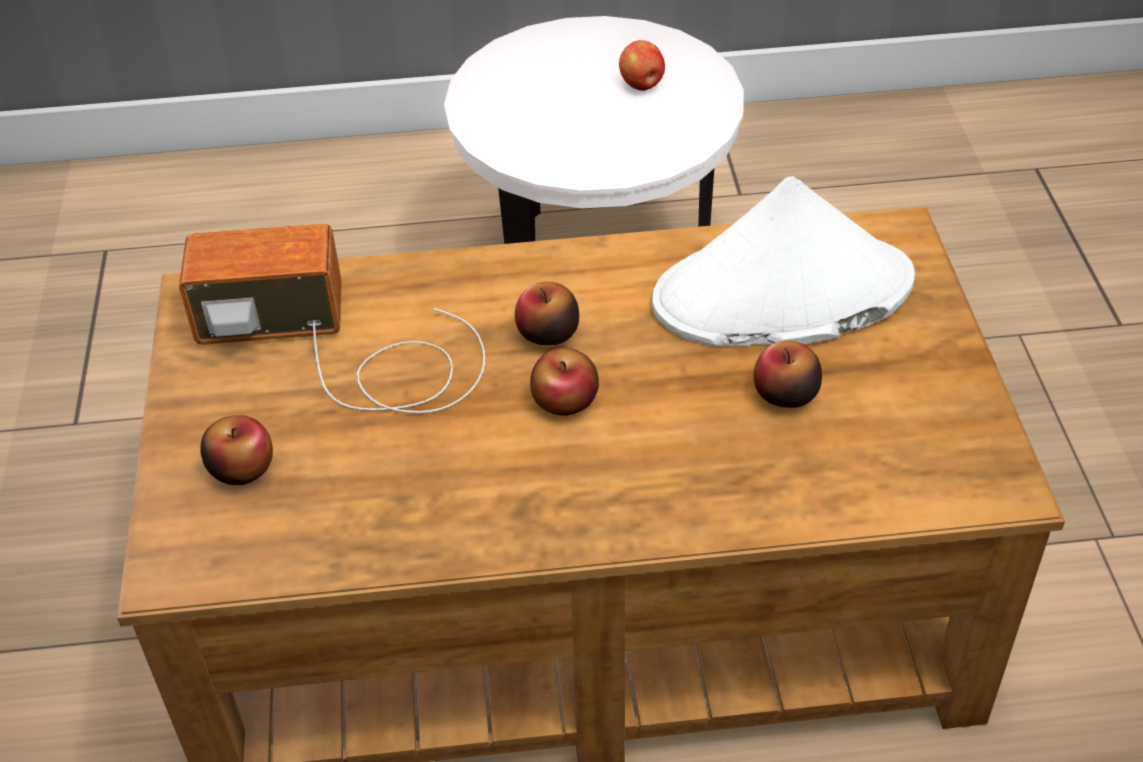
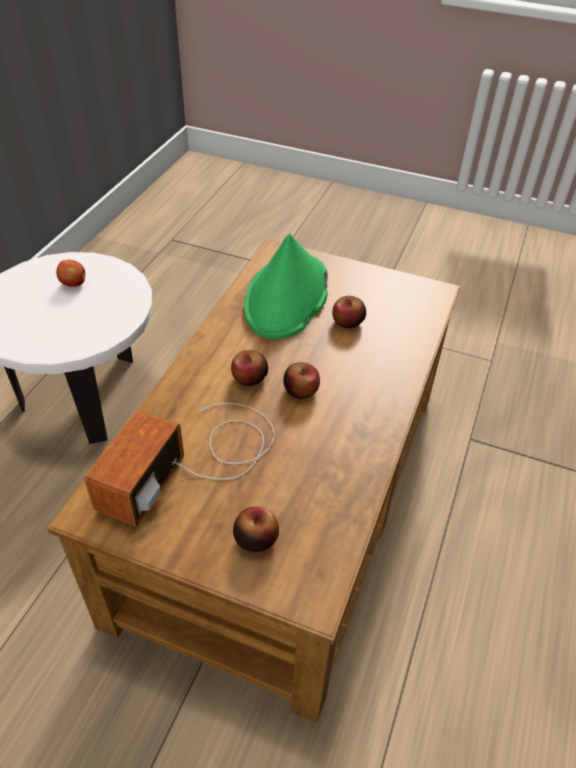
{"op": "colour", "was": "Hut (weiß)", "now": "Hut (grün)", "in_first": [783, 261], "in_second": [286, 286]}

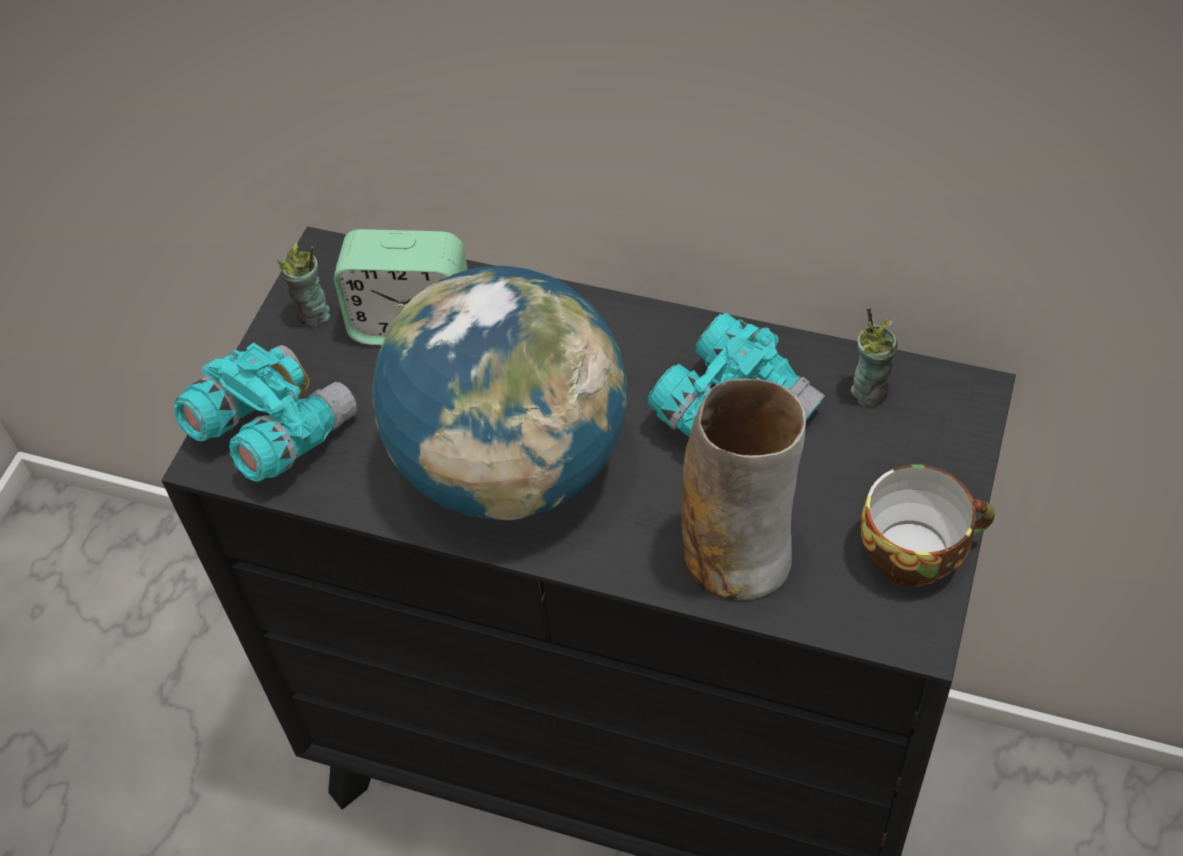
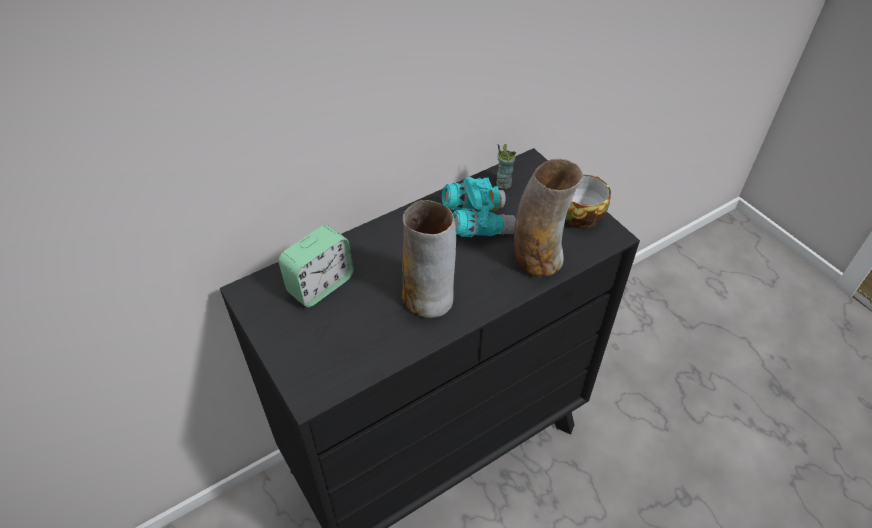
{"op": "missing", "was": "Fernglas (türkis)", "in_first": [265, 412]}
{"op": "missing", "was": "Tasse", "in_first": [304, 285]}
{"op": "exchanged", "was": "Globus", "now": "Vase", "in_first": [499, 393], "in_second": [429, 259]}

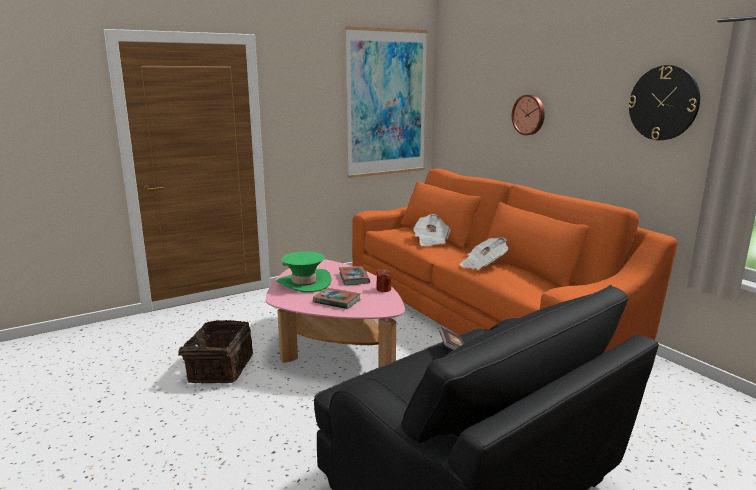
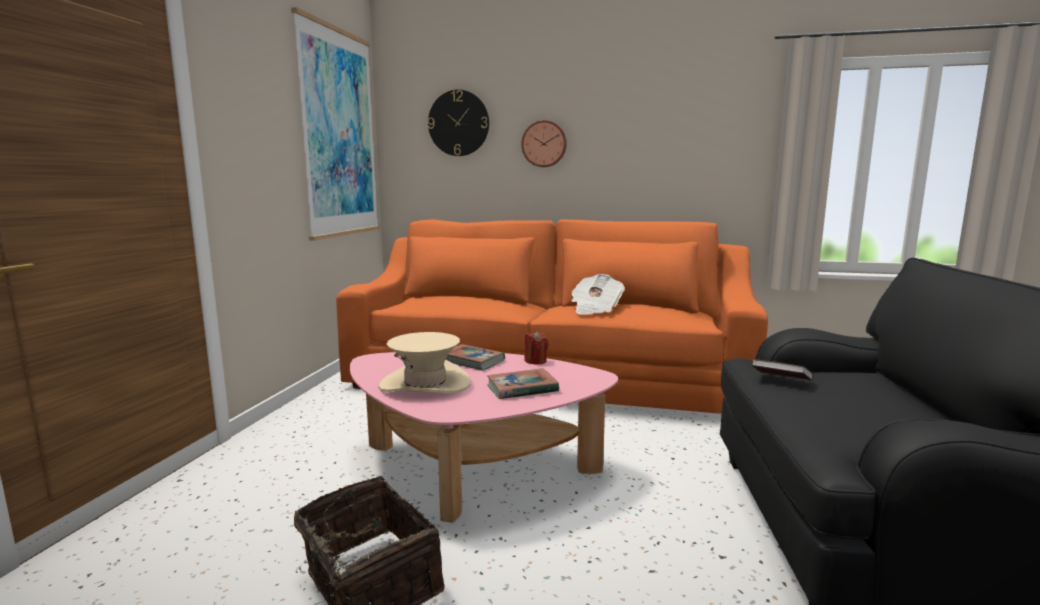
{"op": "colour", "was": "Hut (grün)", "now": "Hut (beige)", "in_first": [304, 271], "in_second": [424, 362]}
{"op": "missing", "was": "Zeitung", "in_first": [432, 230]}
{"op": "relocated", "was": "Wanduhr", "in_first": [664, 102], "in_second": [458, 123]}

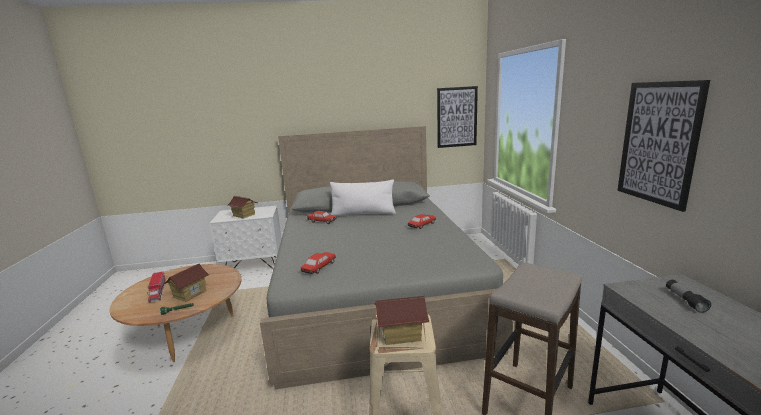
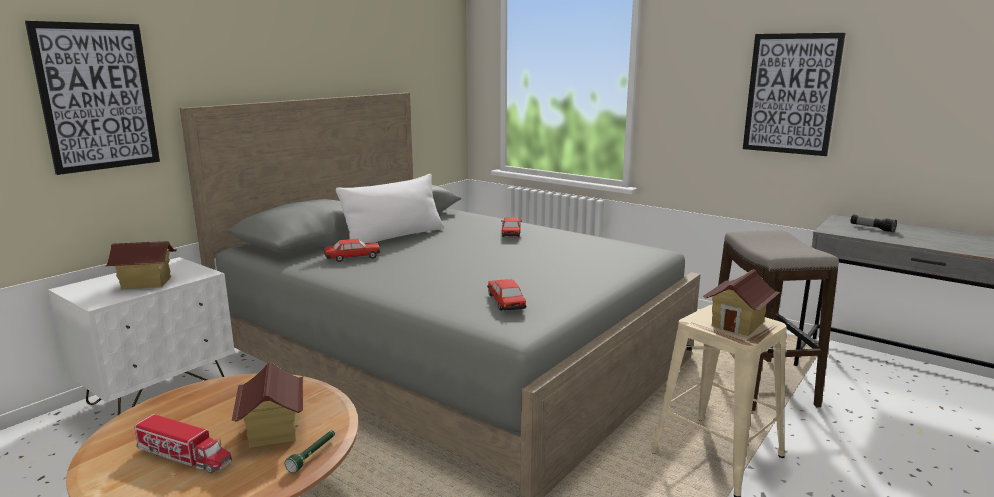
{"op": "relocated", "was": "Bild", "in_first": [457, 117], "in_second": [92, 98]}

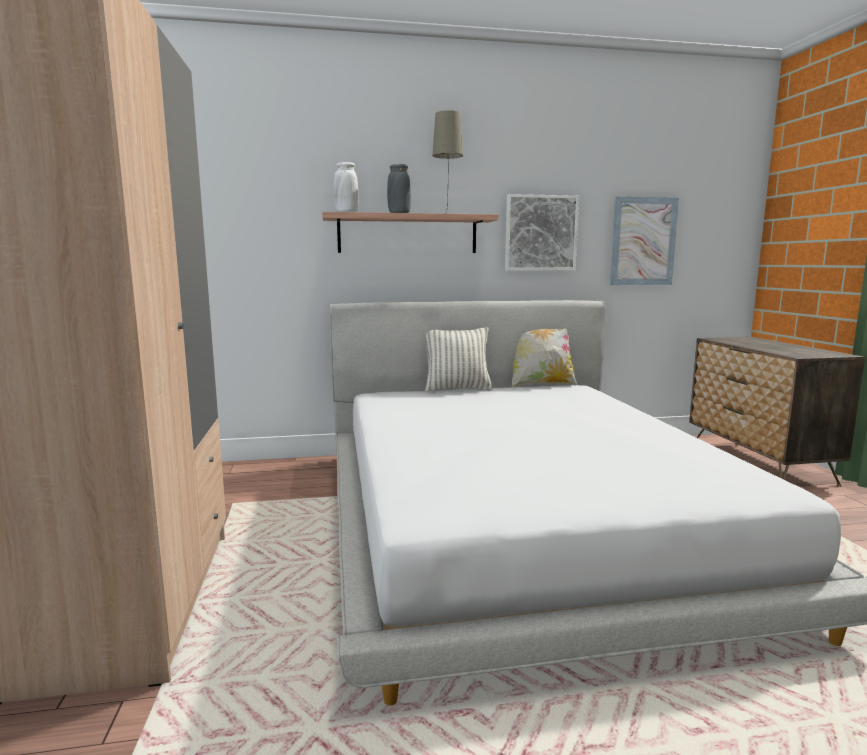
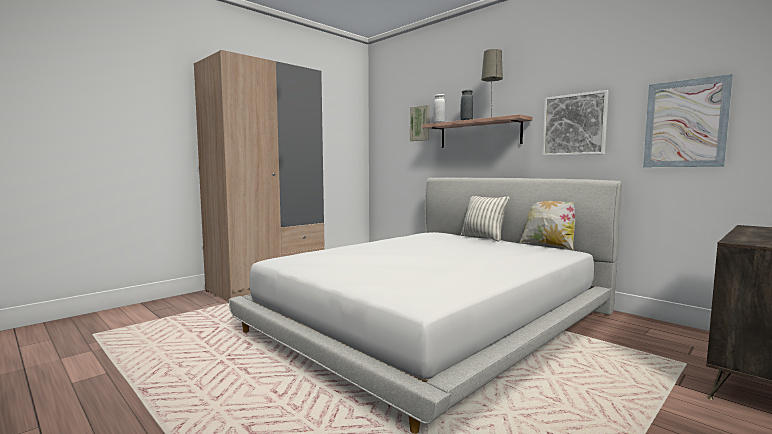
{"op": "appeared", "now": "Bild", "in_second": [420, 123]}

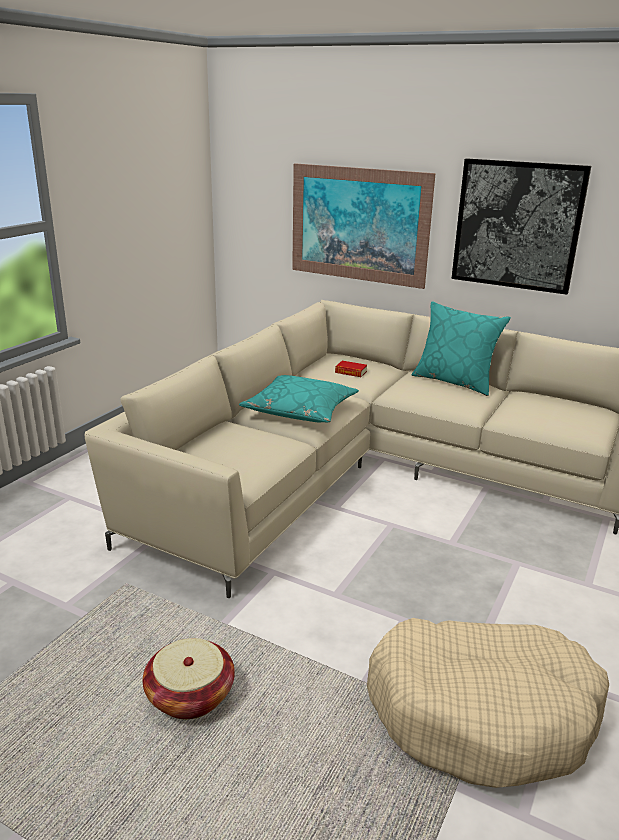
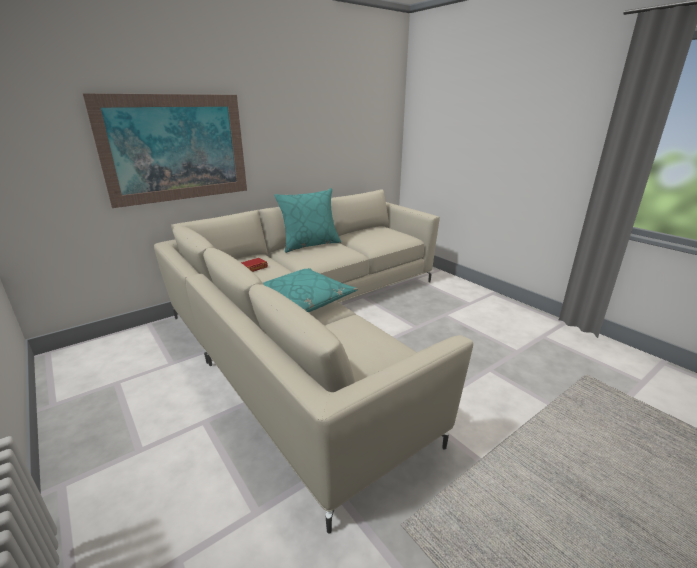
{"op": "missing", "was": "Korb", "in_first": [189, 678]}
{"op": "missing", "was": "Hundebett (beige)", "in_first": [488, 703]}
{"op": "missing", "was": "Bild", "in_first": [521, 226]}

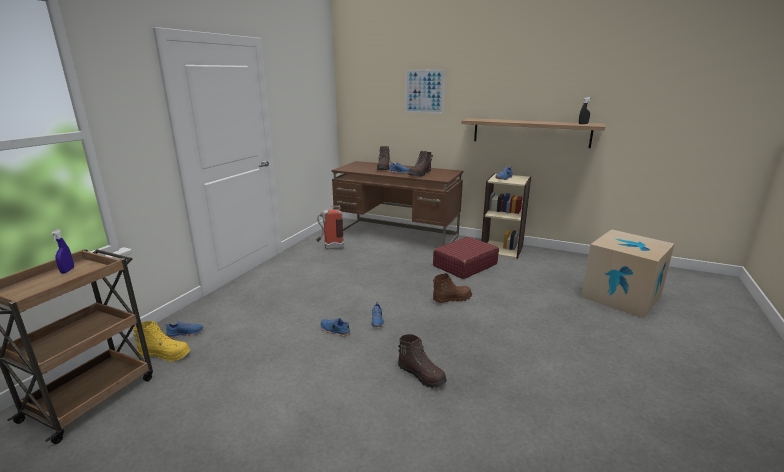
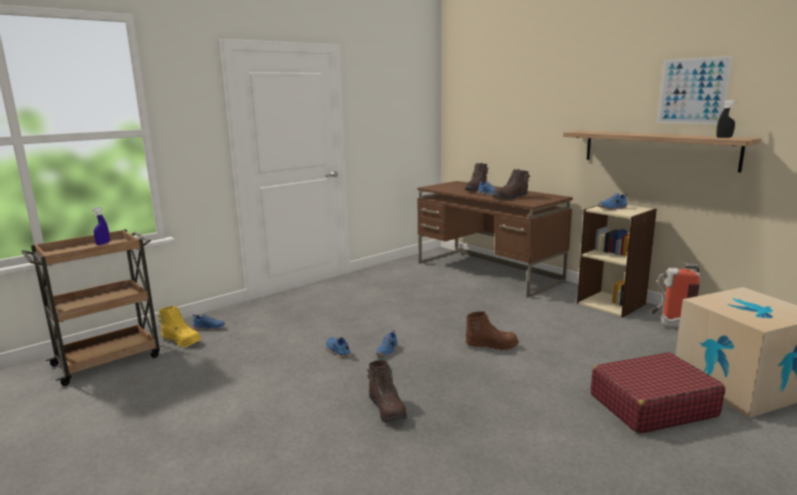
{"op": "relocated", "was": "Feuerlöscher", "in_first": [330, 227], "in_second": [675, 295]}
{"op": "relocated", "was": "Bild", "in_first": [425, 92], "in_second": [695, 90]}
{"op": "relocated", "was": "Koffer (rot)", "in_first": [466, 258], "in_second": [658, 393]}

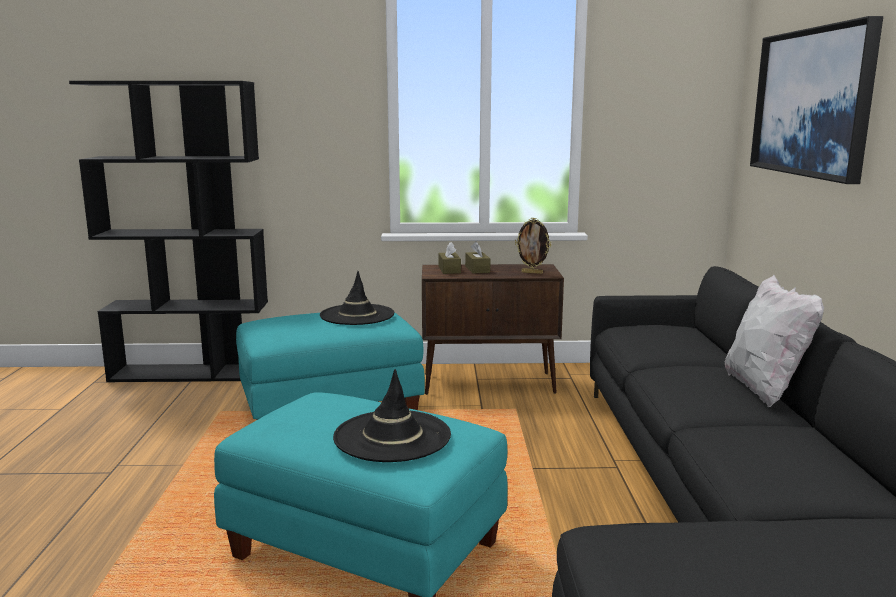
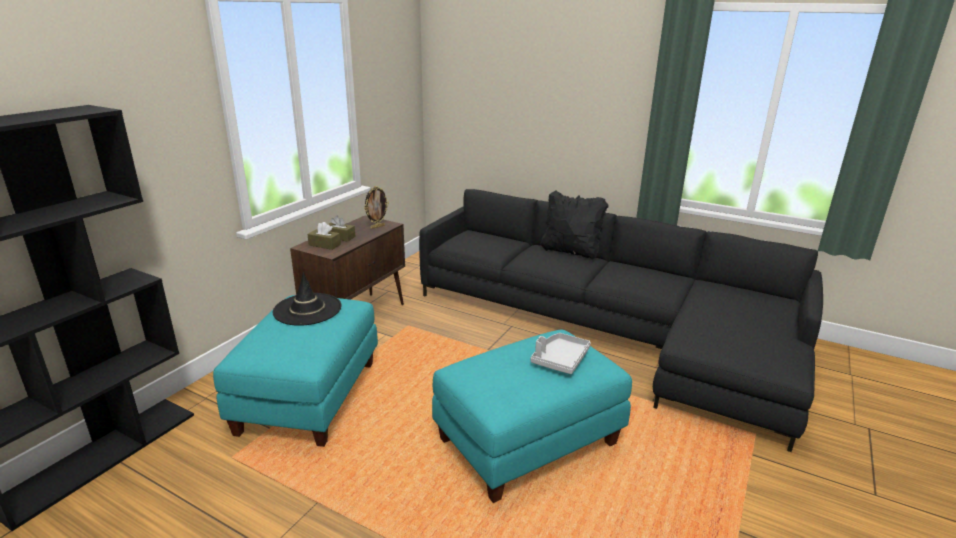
{"op": "exchanged", "was": "Hut (schwarz)", "now": "Tablett (grau)", "in_first": [392, 415], "in_second": [561, 353]}
{"op": "colour", "was": "Kissen (weiß)", "now": "Kissen (schwarz)", "in_first": [774, 341], "in_second": [574, 225]}
{"op": "missing", "was": "Bild", "in_first": [816, 100]}

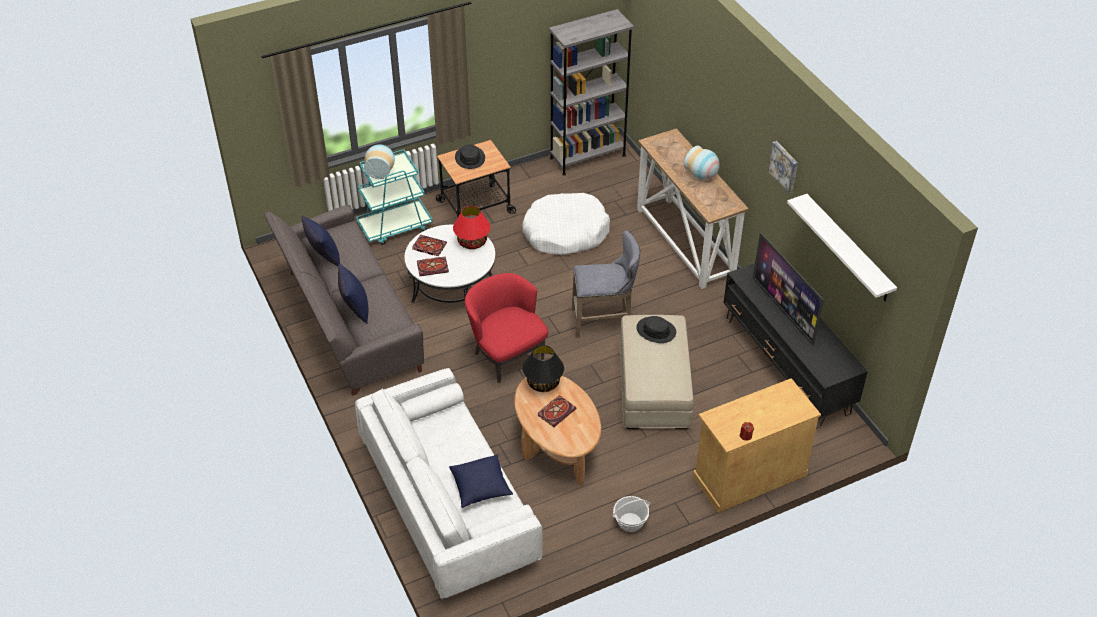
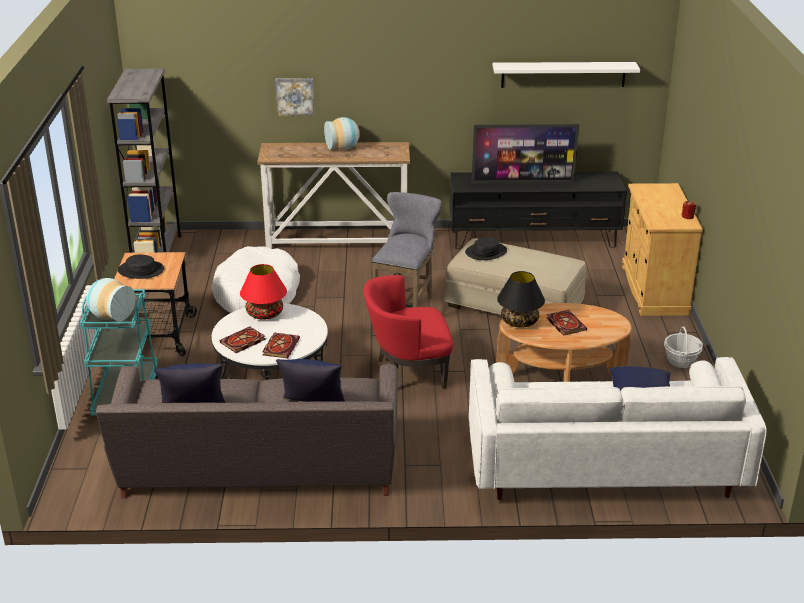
{"op": "relocated", "was": "Bild", "in_first": [783, 167], "in_second": [294, 97]}

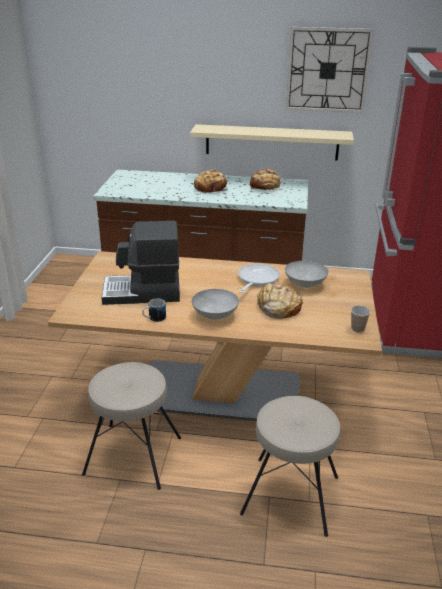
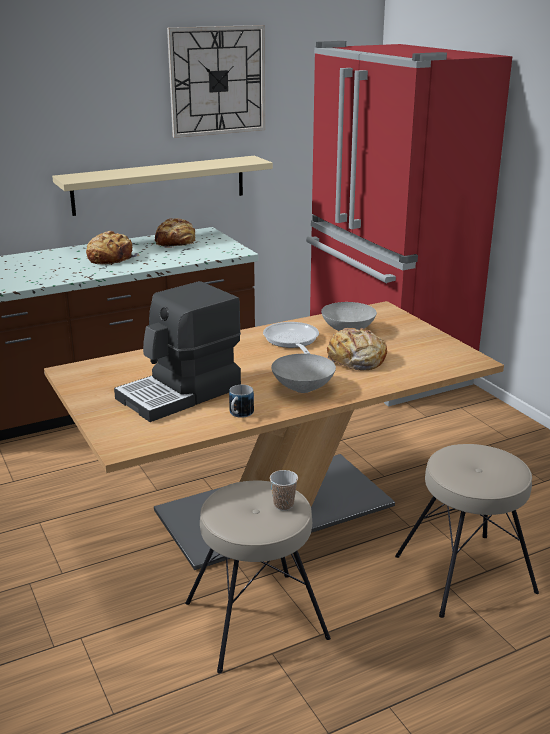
{"op": "relocated", "was": "Tasse", "in_first": [361, 319], "in_second": [284, 490]}

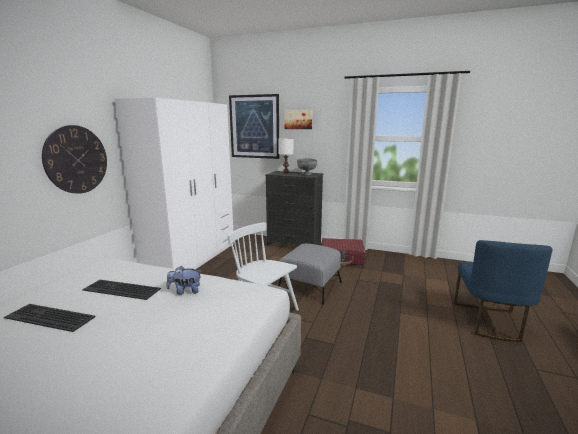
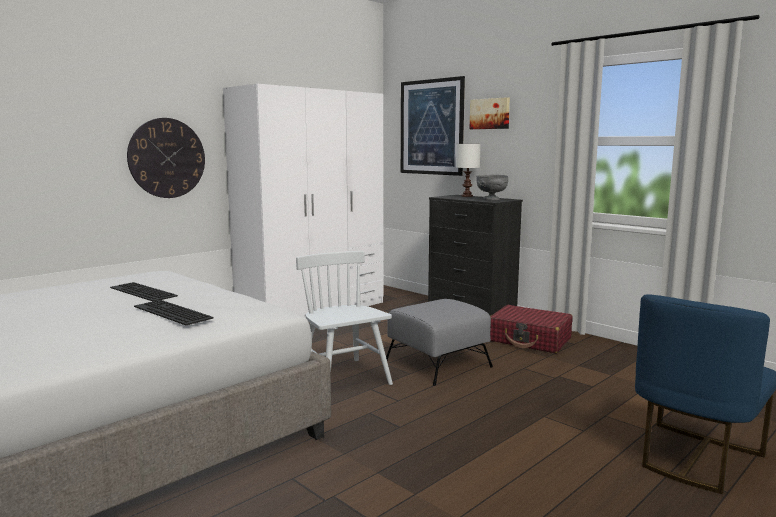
{"op": "relocated", "was": "Tastatur", "in_first": [50, 318], "in_second": [173, 312]}
{"op": "missing", "was": "Plüschtier", "in_first": [184, 280]}

